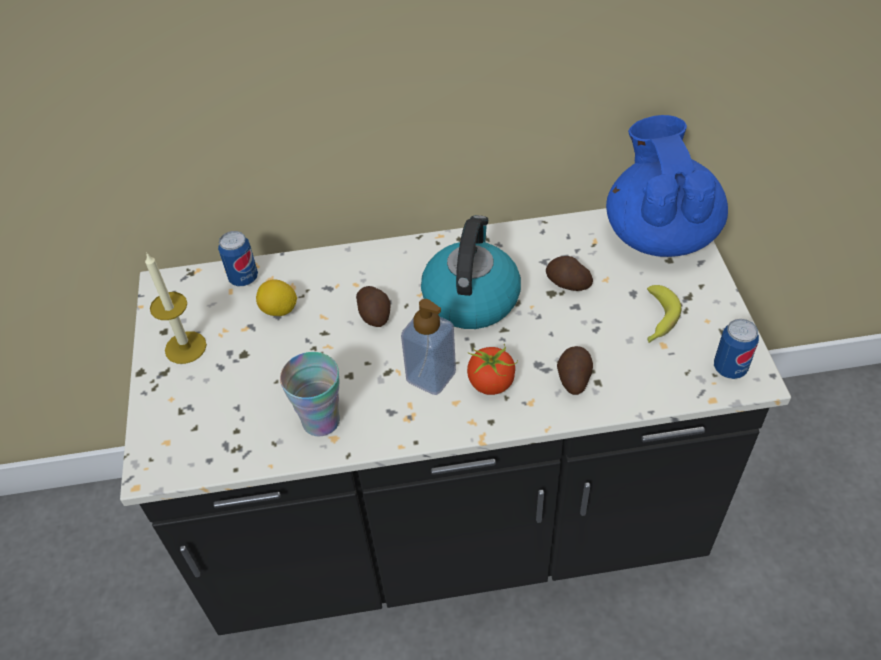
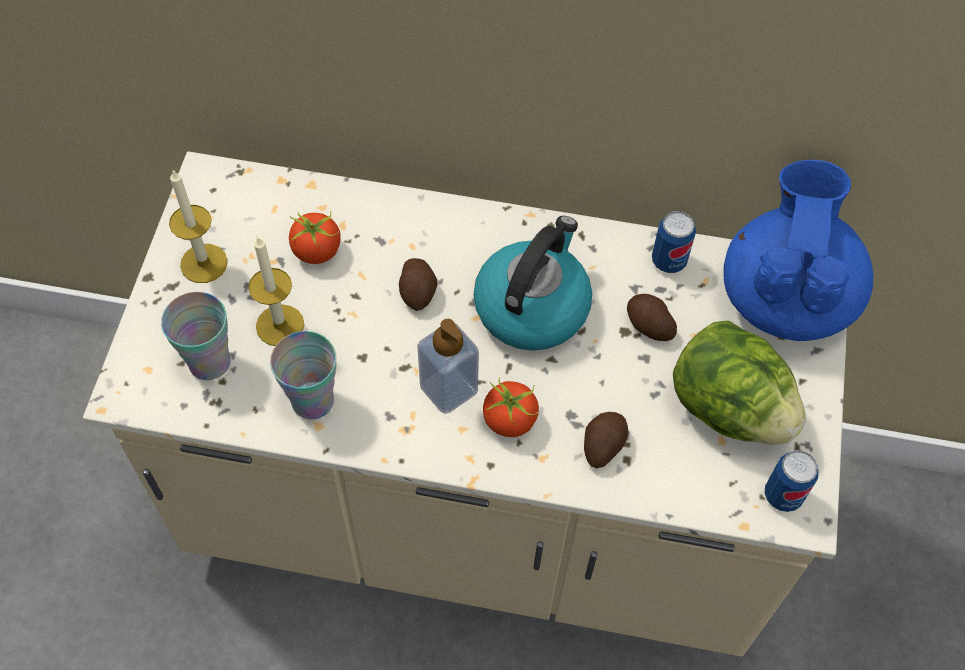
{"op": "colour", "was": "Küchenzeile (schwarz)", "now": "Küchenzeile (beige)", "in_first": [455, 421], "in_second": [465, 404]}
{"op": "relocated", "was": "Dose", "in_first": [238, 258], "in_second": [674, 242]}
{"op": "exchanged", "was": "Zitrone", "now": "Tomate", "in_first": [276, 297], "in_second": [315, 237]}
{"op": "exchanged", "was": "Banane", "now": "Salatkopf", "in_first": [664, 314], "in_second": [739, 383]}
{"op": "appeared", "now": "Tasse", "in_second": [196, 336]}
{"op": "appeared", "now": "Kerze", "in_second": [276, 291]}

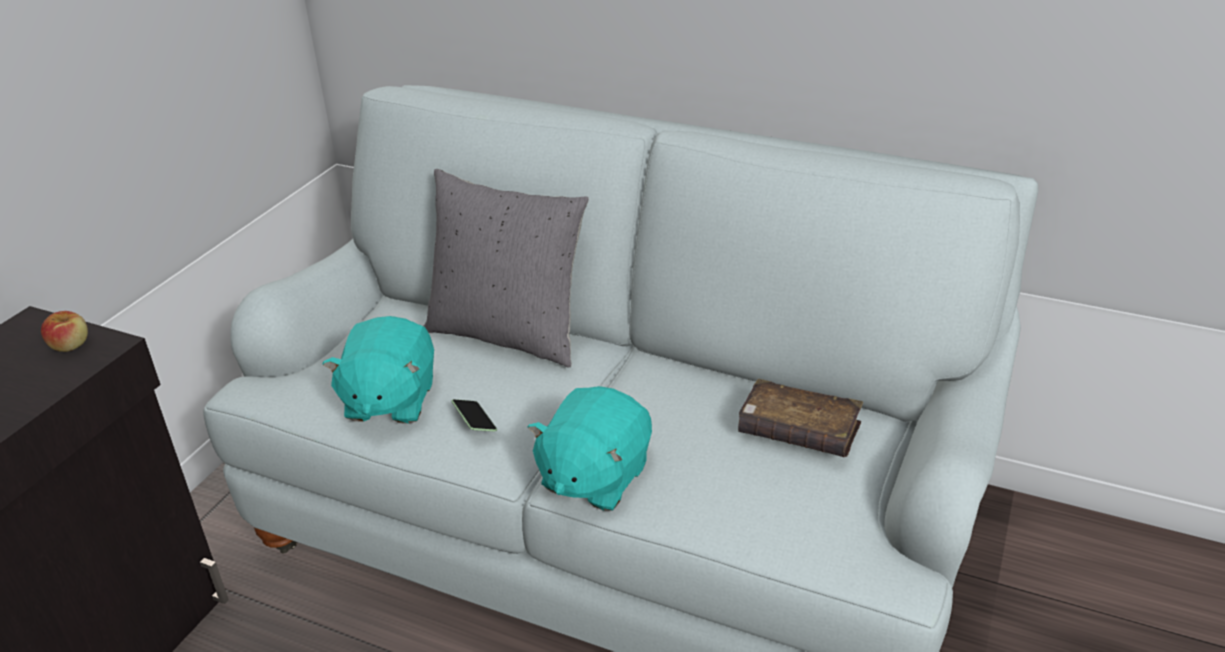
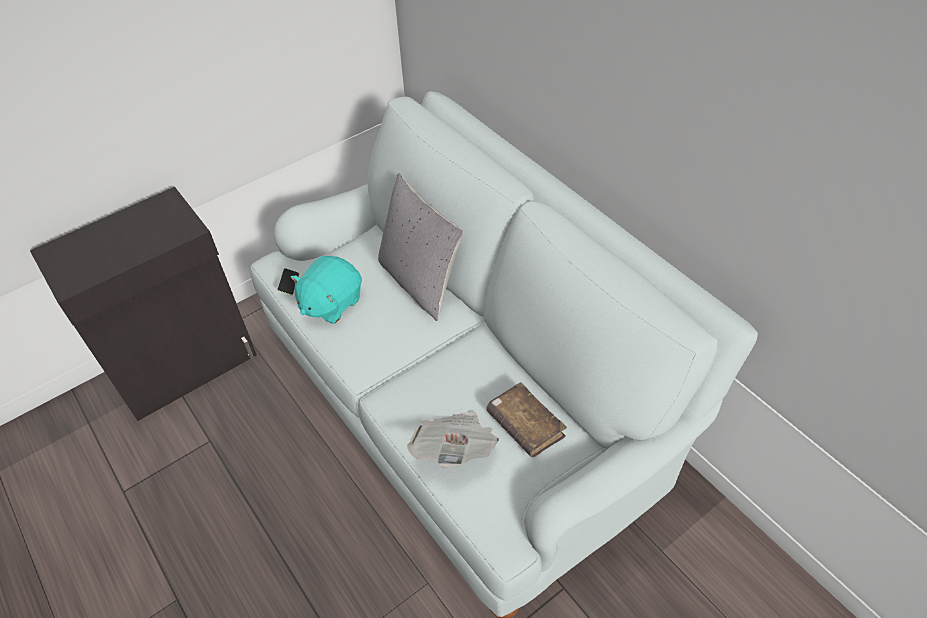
{"op": "missing", "was": "Apfel", "in_first": [64, 331]}
{"op": "relocated", "was": "Handy", "in_first": [474, 415], "in_second": [288, 281]}
{"op": "missing", "was": "Plüschtier (türkis)", "in_first": [590, 448]}
{"op": "appeared", "now": "Zeitung", "in_second": [453, 439]}

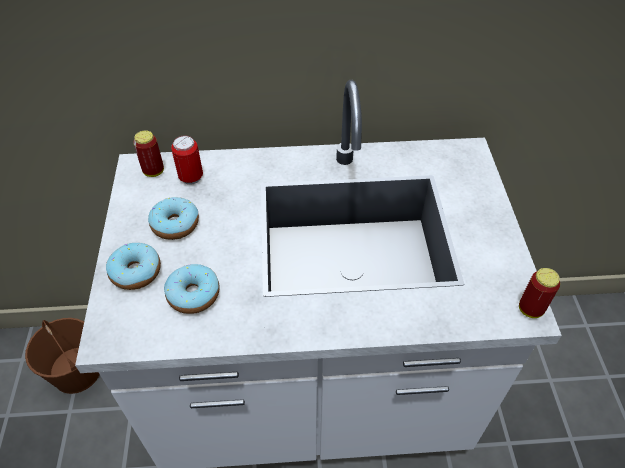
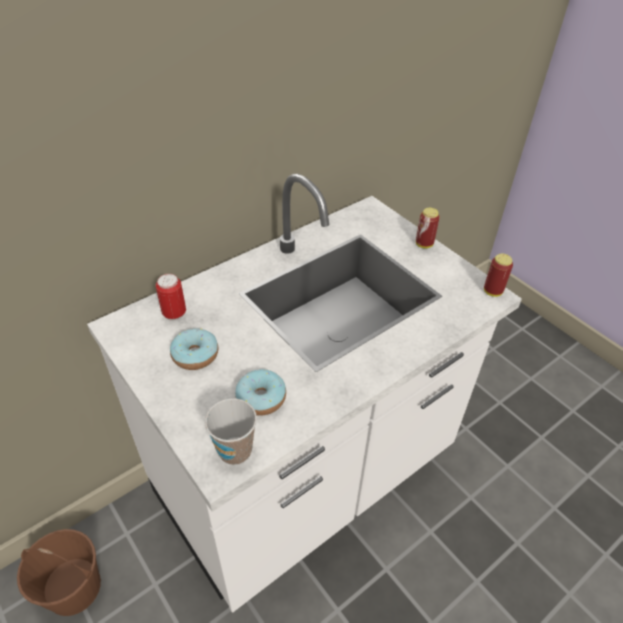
{"op": "missing", "was": "Donut", "in_first": [133, 266]}
{"op": "relocated", "was": "Dose", "in_first": [148, 154], "in_second": [428, 228]}
{"op": "appeared", "now": "Tasse", "in_second": [231, 431]}

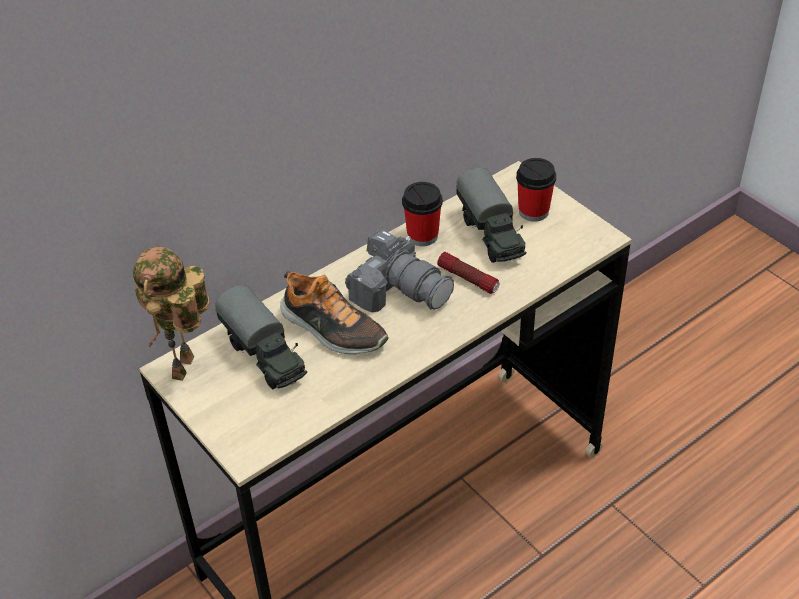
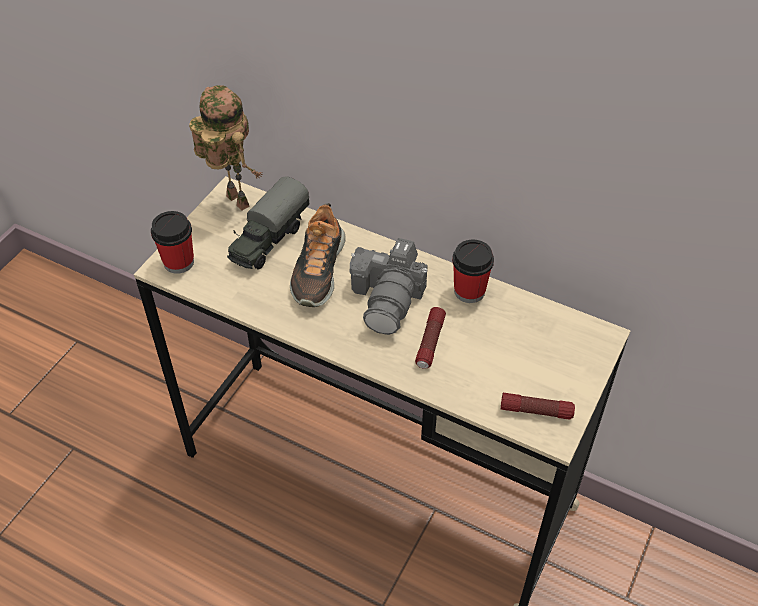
{"op": "spun", "was": "Spielzeugroboter", "in_first": [171, 314], "in_second": [226, 148], "clockwise": 60}
{"op": "missing", "was": "Spielzeuglaster", "in_first": [491, 215]}
{"op": "relocated", "was": "Tasse", "in_first": [536, 190], "in_second": [172, 242]}
{"op": "appeared", "now": "Taschenlampe", "in_second": [538, 406]}

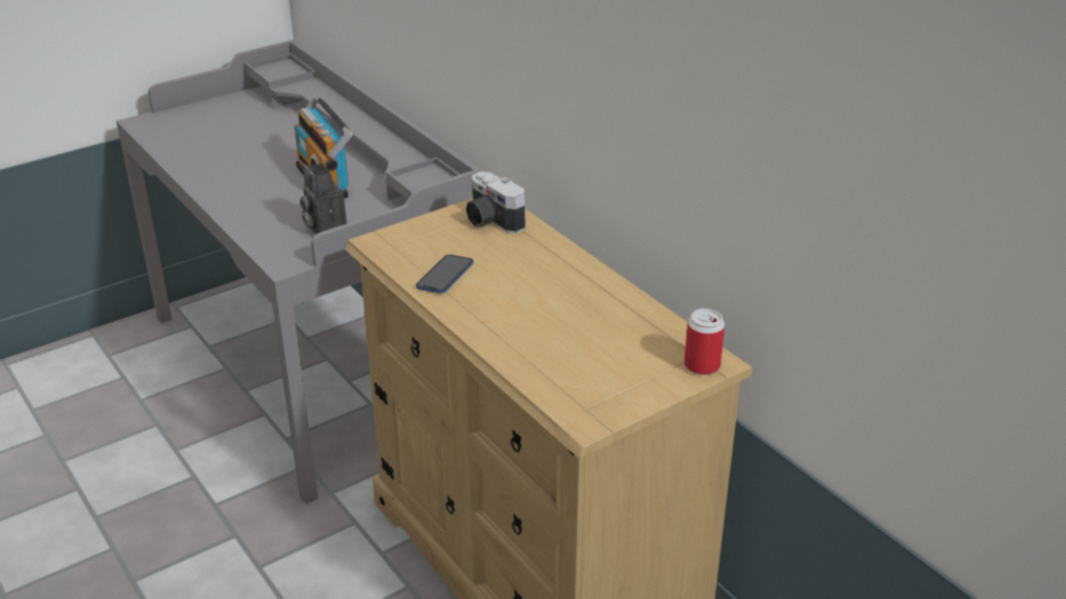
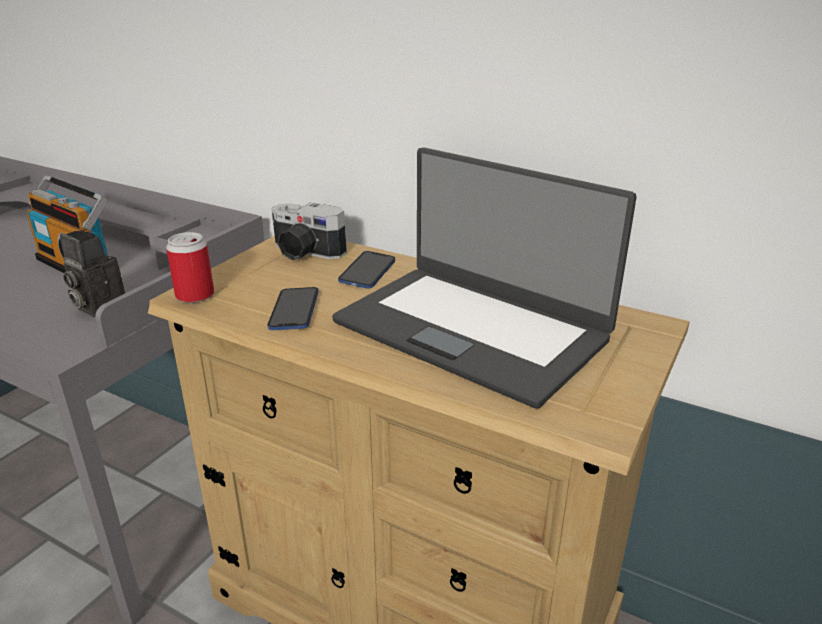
{"op": "relocated", "was": "Dose", "in_first": [704, 341], "in_second": [190, 267]}
{"op": "appeared", "now": "Laptop", "in_second": [484, 278]}
{"op": "appeared", "now": "Handy", "in_second": [366, 270]}

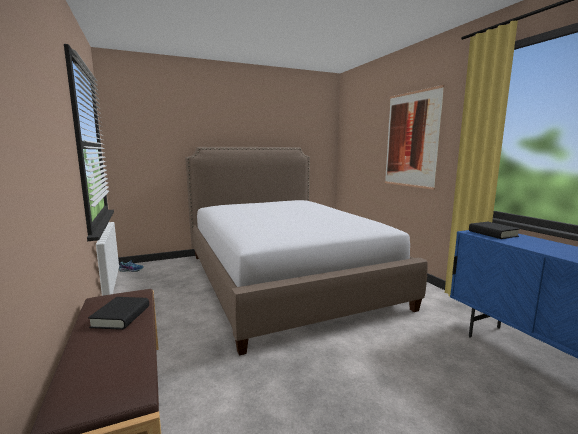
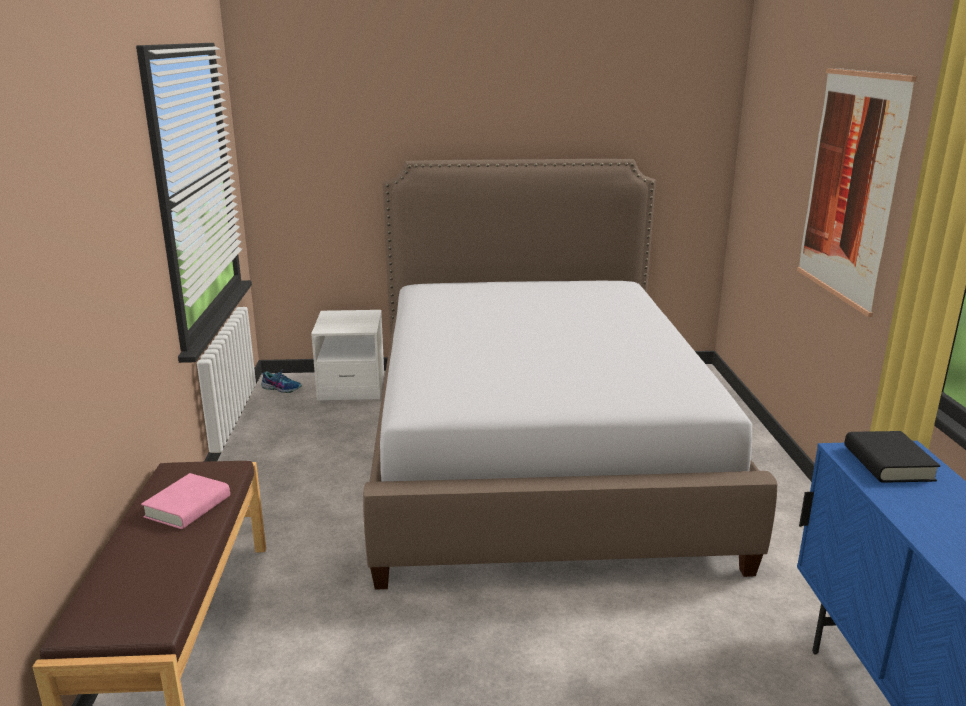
{"op": "colour", "was": "Buch (schwarz)", "now": "Buch (rosa)", "in_first": [118, 313], "in_second": [185, 501]}
{"op": "appeared", "now": "Nachttisch (weiß)", "in_second": [347, 355]}

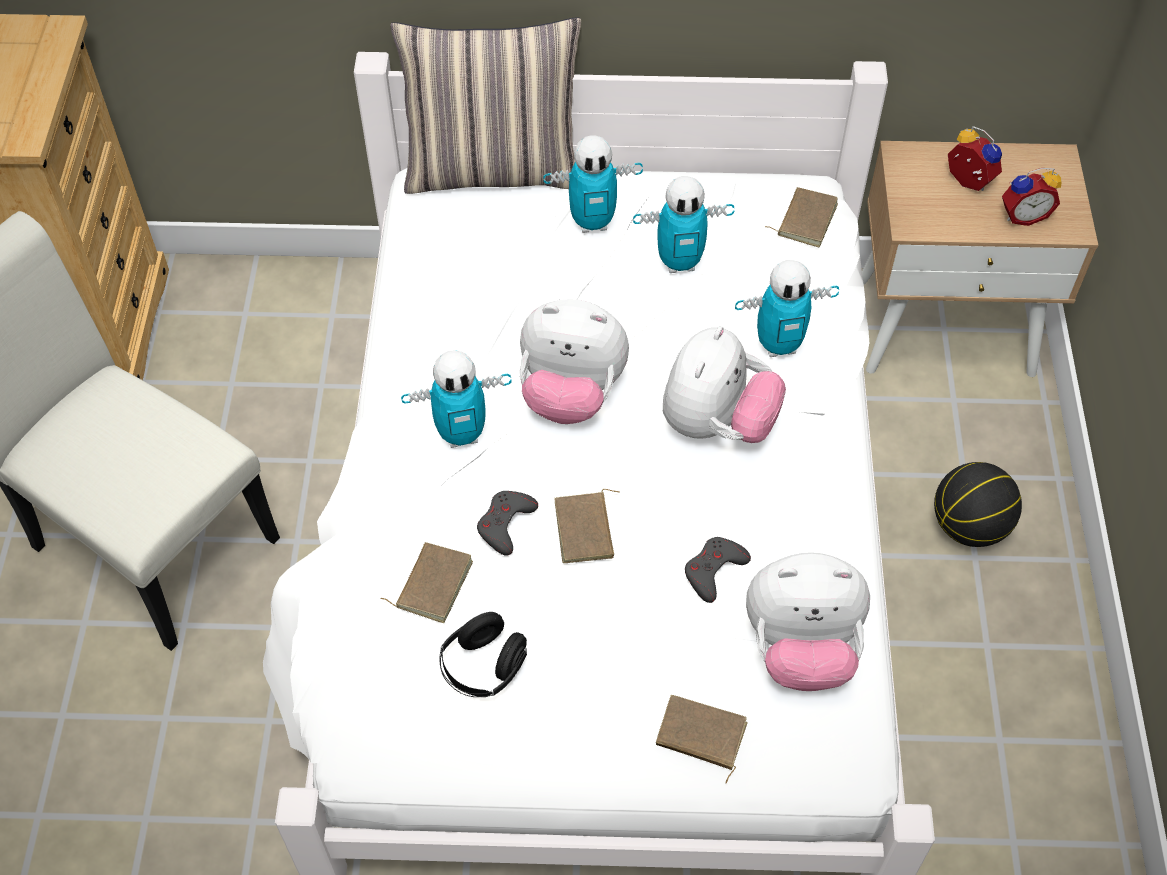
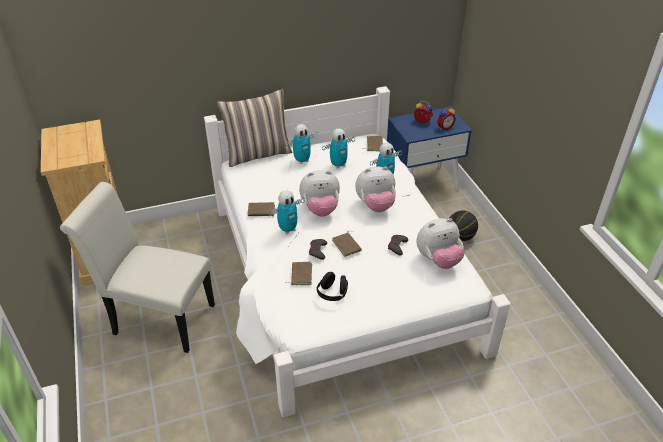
{"op": "relocated", "was": "Buch (braun)", "in_first": [702, 739], "in_second": [261, 209]}
{"op": "spun", "was": "Plüschtier", "in_first": [724, 384], "in_second": [375, 189], "clockwise": 75}
{"op": "colour", "was": "Nachttisch (beige)", "now": "Nachttisch (blau)", "in_first": [980, 259], "in_second": [429, 149]}

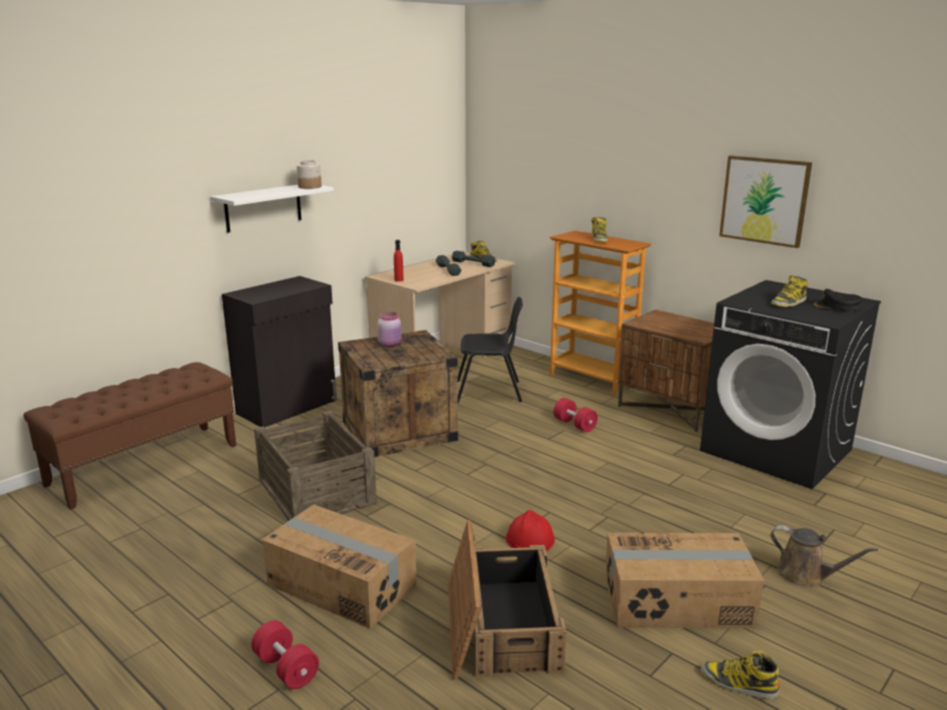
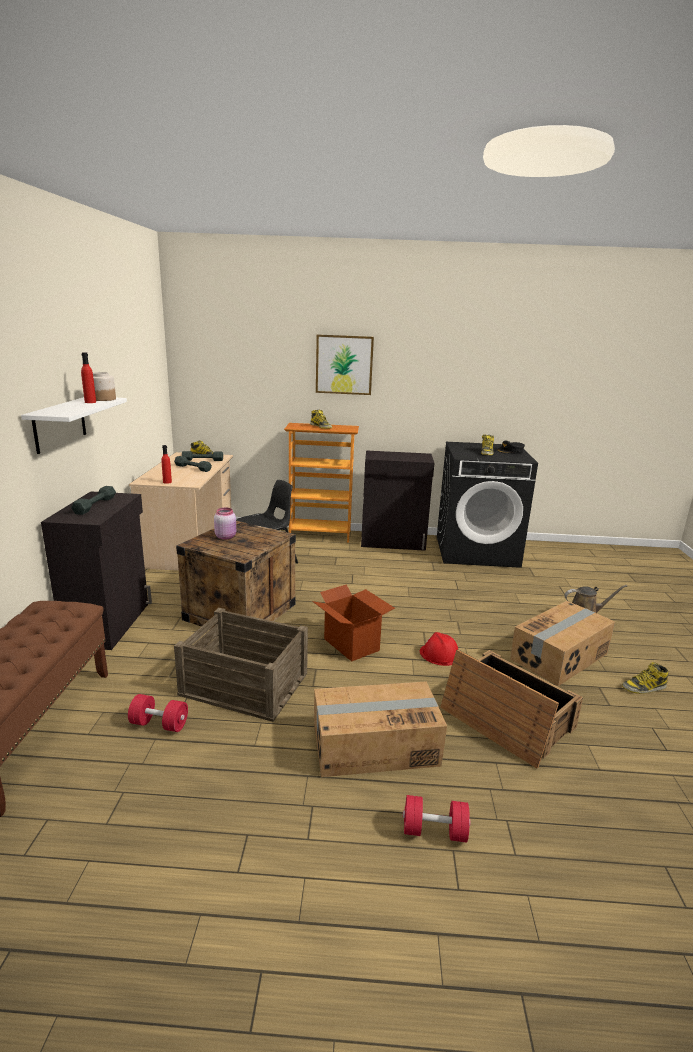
{"op": "relocated", "was": "Hantel (rot)", "in_first": [576, 415], "in_second": [158, 713]}
{"op": "exchanged", "was": "Nachttisch (braun)", "now": "Schrank (schwarz)", "in_first": [666, 371], "in_second": [397, 500]}
{"op": "relocated", "was": "Bild", "in_first": [765, 202], "in_second": [345, 364]}
{"op": "appeared", "now": "Hantel (grau)", "in_second": [93, 500]}
{"op": "appeared", "now": "Flasche (rot)", "in_second": [88, 377]}
{"op": "appeared", "now": "Karton", "in_second": [353, 623]}

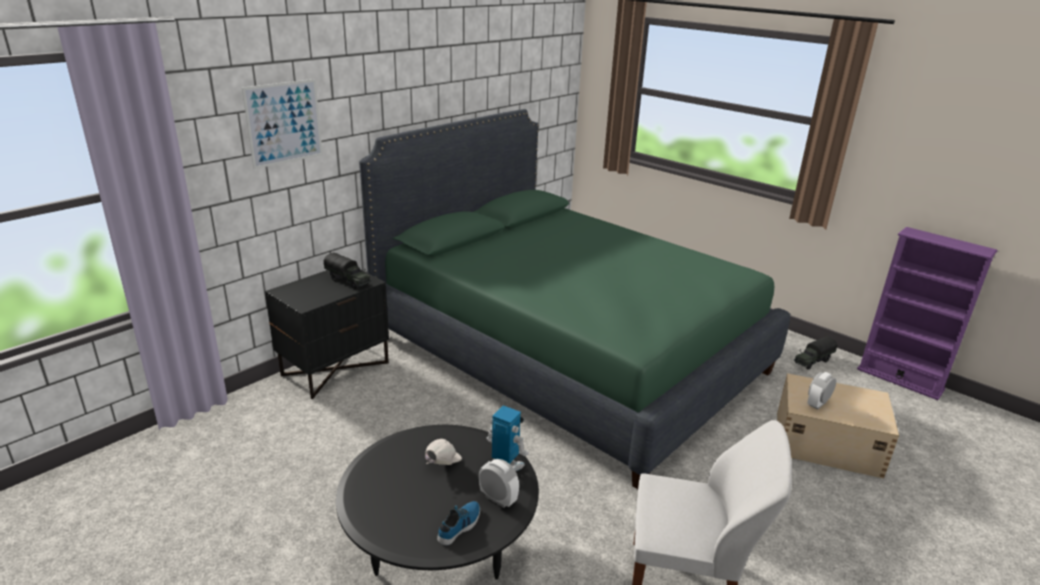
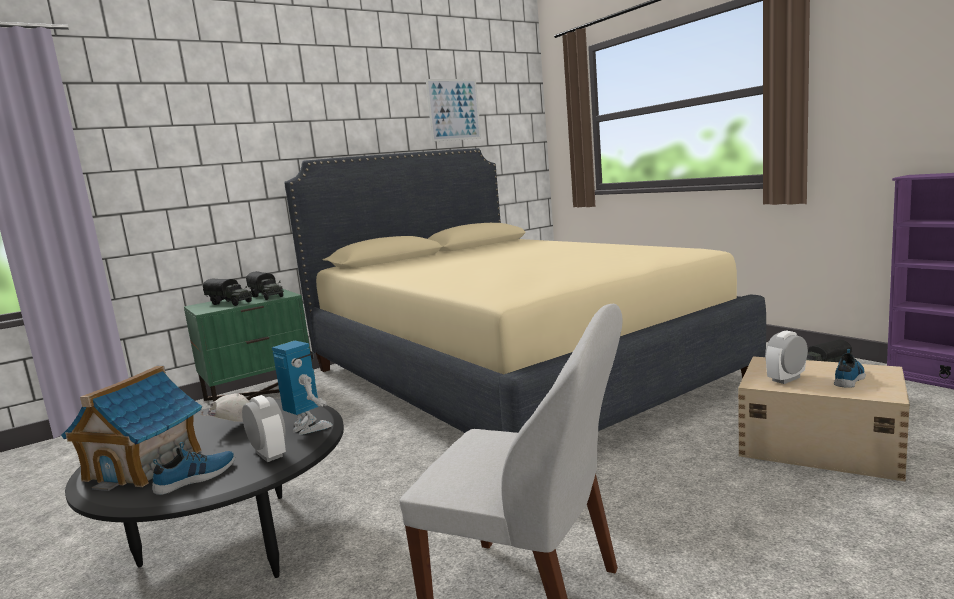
{"op": "relocated", "was": "Bild", "in_first": [282, 124], "in_second": [453, 110]}
{"op": "colour", "was": "Nachttisch (schwarz)", "now": "Nachttisch (grün)", "in_first": [327, 334], "in_second": [248, 345]}
{"op": "colour", "was": "Bett (grün)", "now": "Bett (beige)", "in_first": [574, 299], "in_second": [525, 290]}
{"op": "appeared", "now": "Spielzeughaus", "in_second": [131, 428]}
{"op": "appeared", "now": "Spielzeuglaster", "in_second": [228, 292]}
{"op": "appeared", "now": "Schuh", "in_second": [850, 368]}

